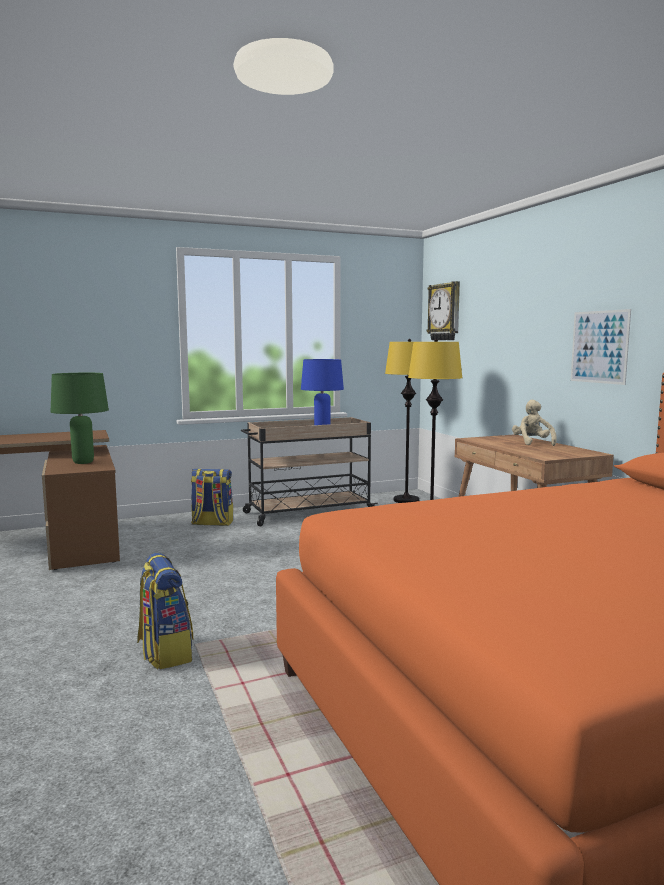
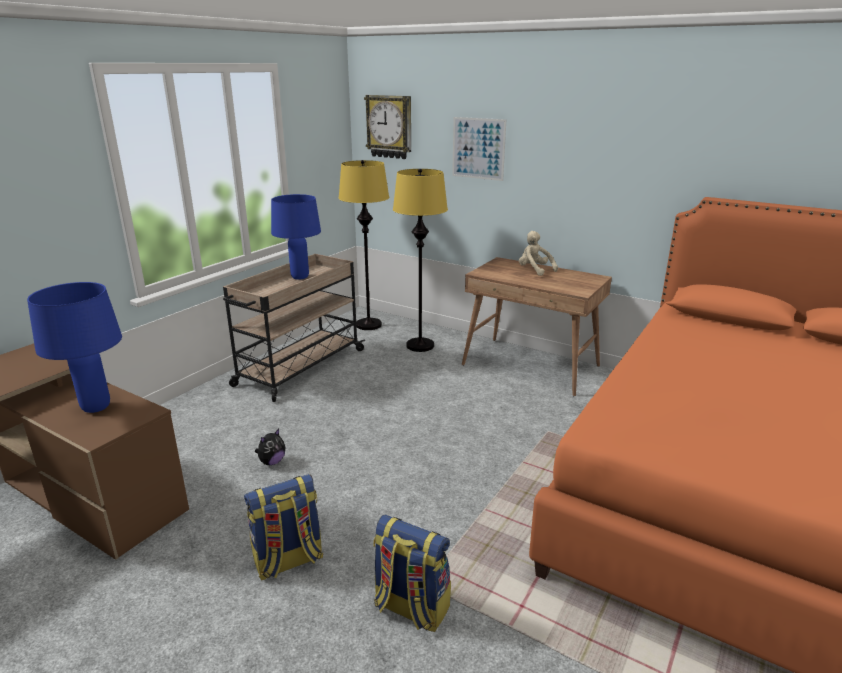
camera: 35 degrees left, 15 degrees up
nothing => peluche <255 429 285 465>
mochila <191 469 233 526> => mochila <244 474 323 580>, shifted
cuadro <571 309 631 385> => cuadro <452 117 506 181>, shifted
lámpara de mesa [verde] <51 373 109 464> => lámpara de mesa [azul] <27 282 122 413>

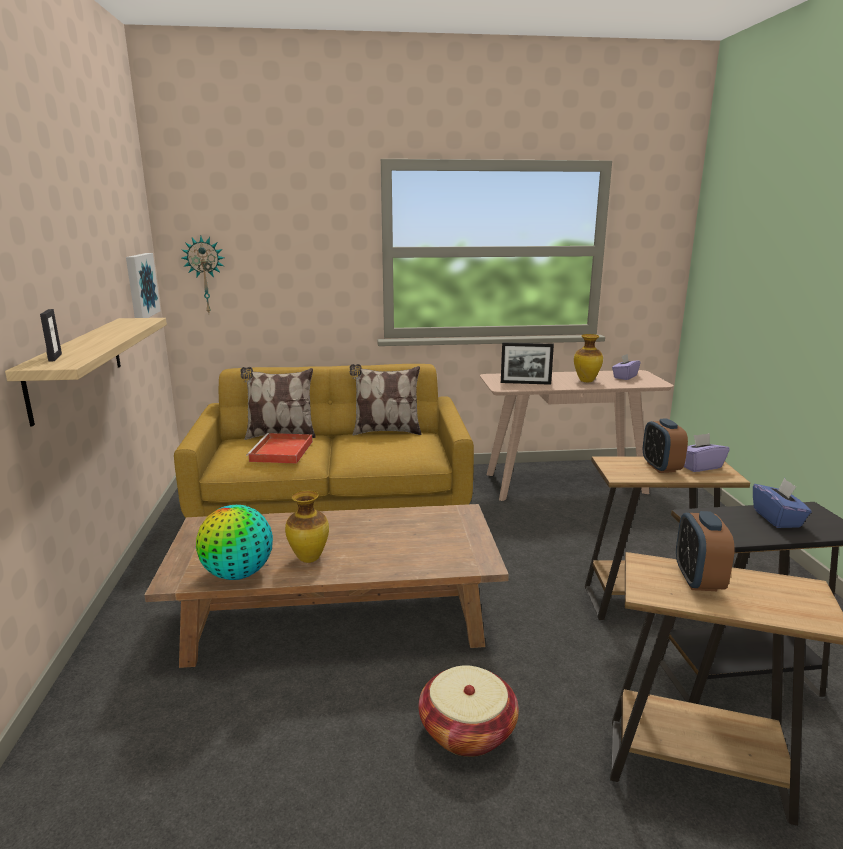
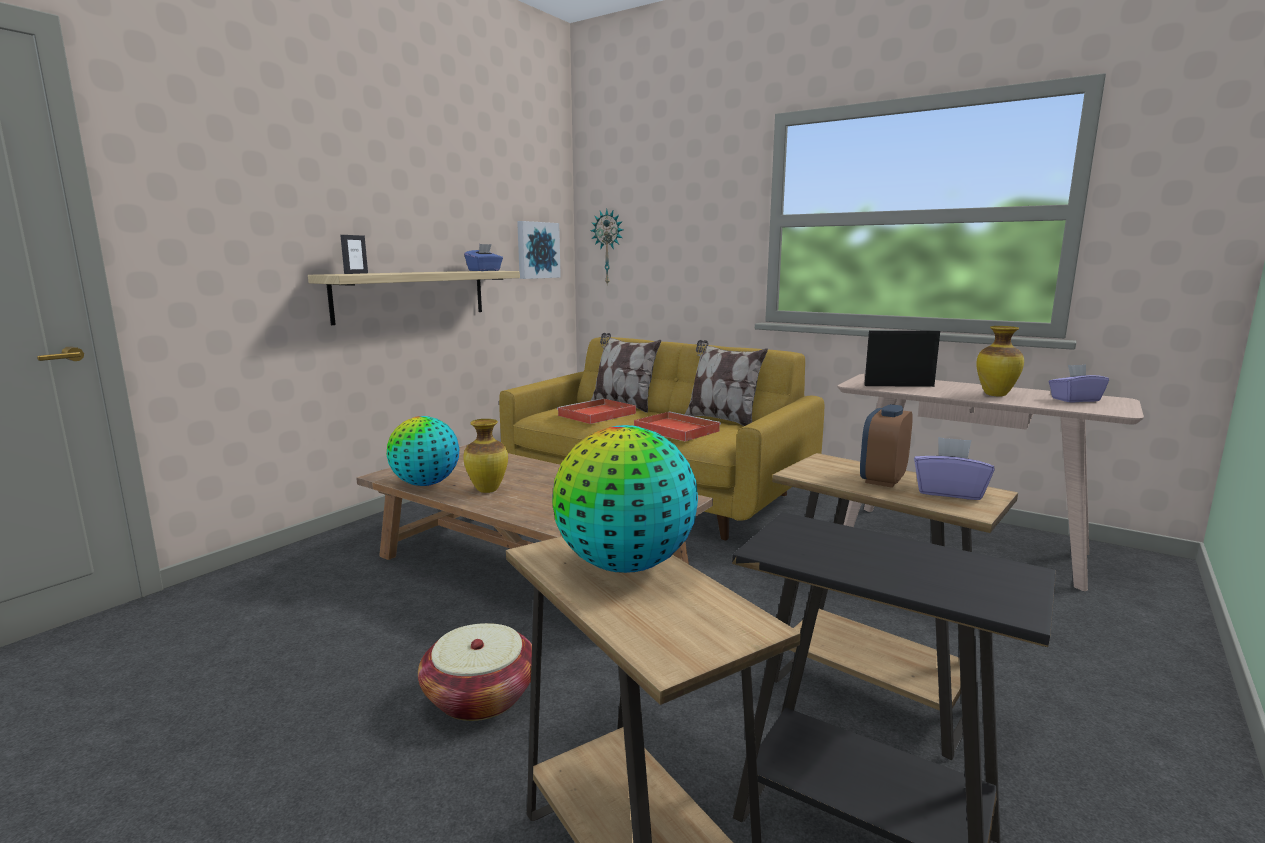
camera: 40 degrees right, 5 degrees down
nothing => bandeja [rojo] <634 411 721 442>
caja de pañuelos [azul] <753 478 812 528> => caja de pañuelos [azul] <464 244 503 271>, shifted
despertador <676 511 735 591> => globo terráqueo <552 425 698 573>
portarretratos <501 342 554 385> => portarretratos <864 330 940 387>, 135 degrees clockwise

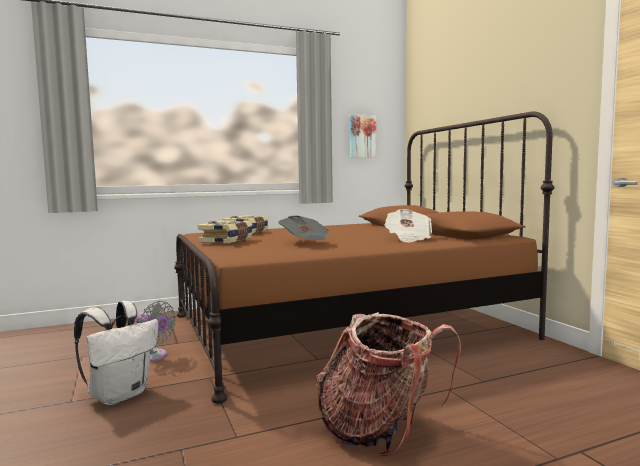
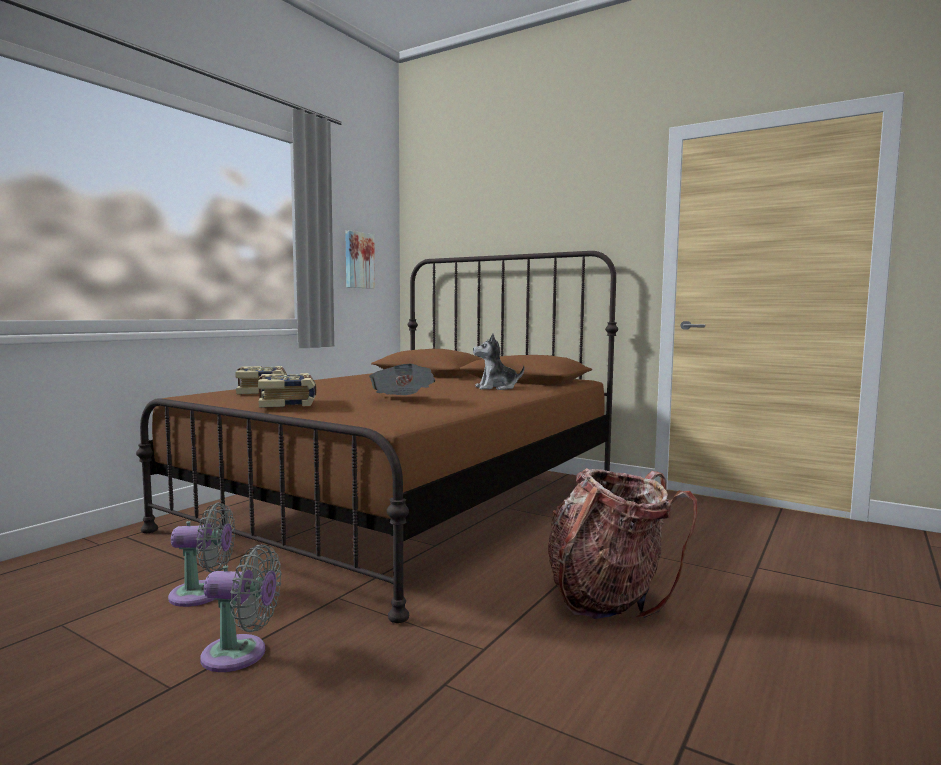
camera: 35 degrees left, 0 degrees up
mochila [blanco] <74 301 158 405> => ventilador [gris] <200 545 282 672>
periódico <384 209 432 242> => peluche <473 333 524 390>

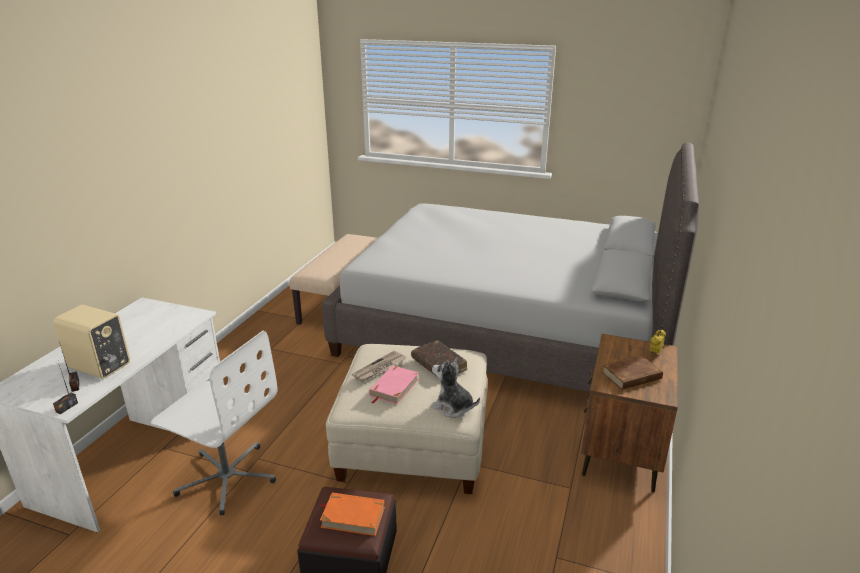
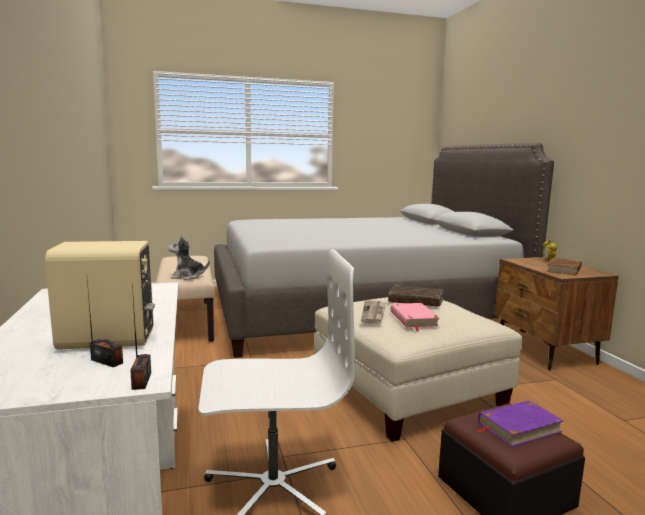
camera: 35 degrees left, 15 degrees down
peluche <430 357 480 418> => peluche <168 236 210 280>, shifted
libro [naranja] <320 493 385 536> => libro [morado] <475 400 564 447>

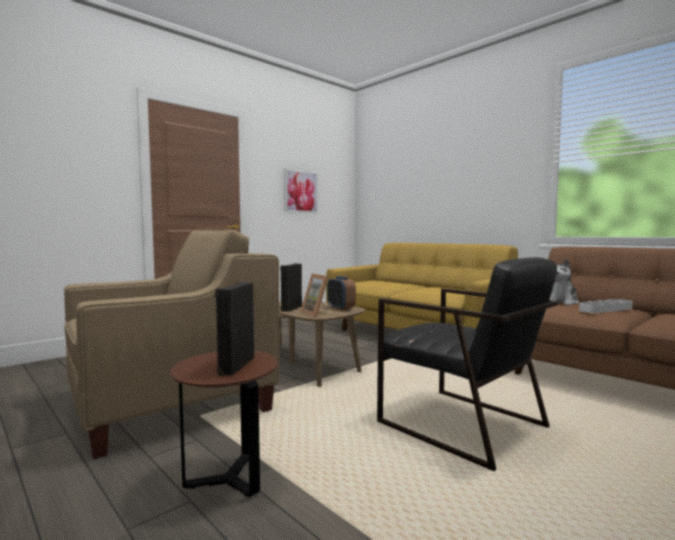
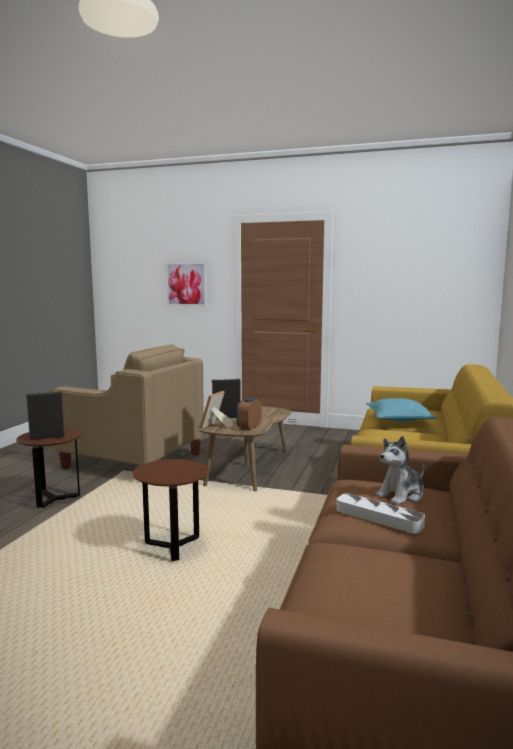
camera: 60 degrees right, 5 degrees up
nothing => cojín [turquesa] <367 398 437 421>
cuadro <284 169 318 213> => cuadro <166 262 207 306>, shifted
sillón [negro] <377 257 559 471> => mesa auxiliar [marrón] <133 459 209 561>
peluche <549 259 579 306> => peluche <376 436 424 505>, 45 degrees counterclockwise

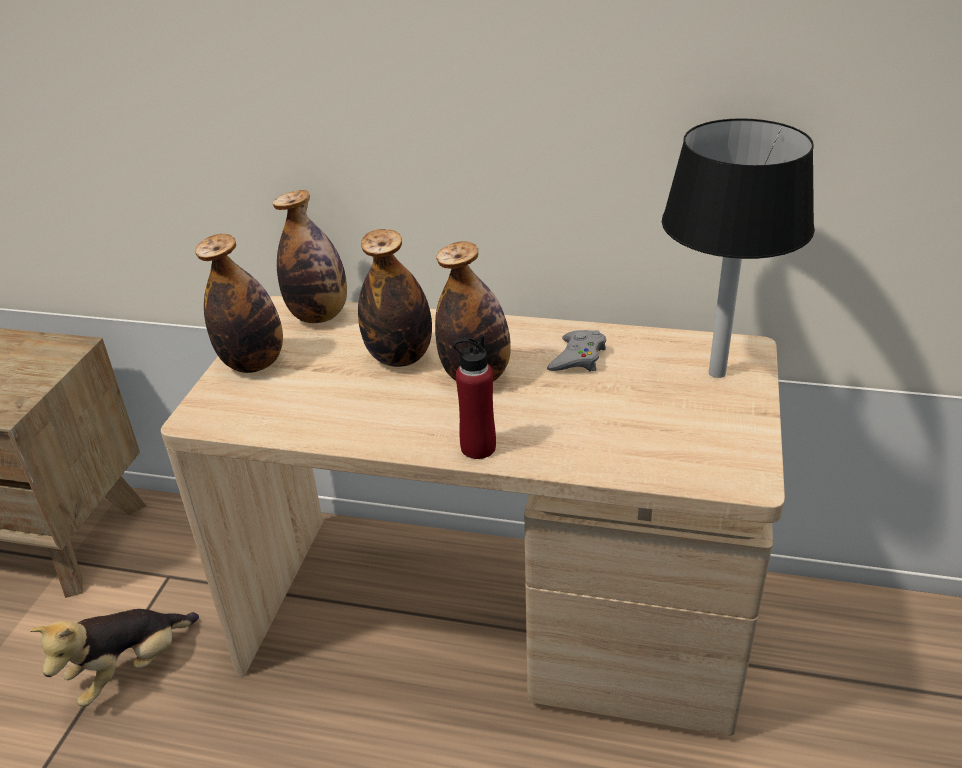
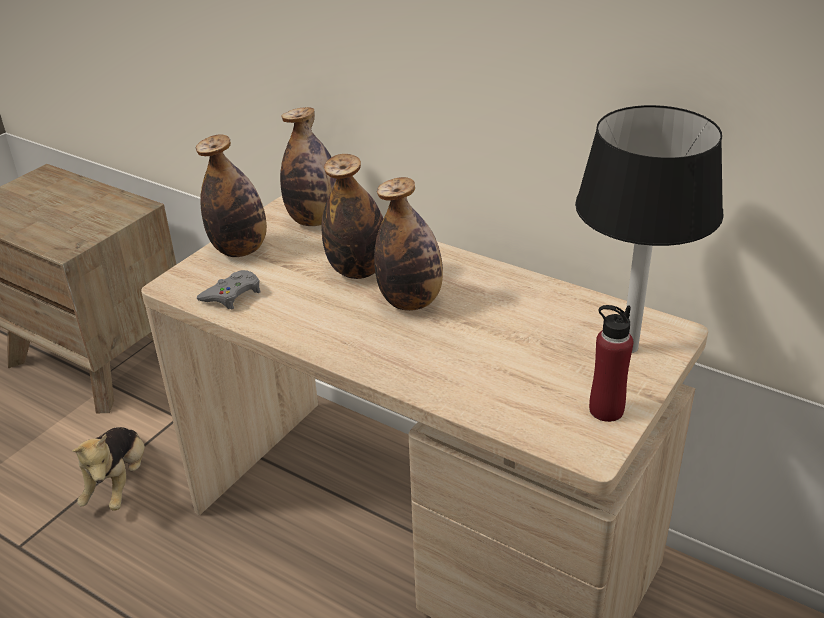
camera: 20 degrees right, 0 degrees up
botella [rojo] <453 334 496 459> => botella [rojo] <589 305 633 422>, shifted
mando de consola [gris] <547 330 606 371> => mando de consola [gris] <197 270 260 309>, shifted
peluche <30 609 199 707> => peluche <72 427 145 511>, 60 degrees counterclockwise

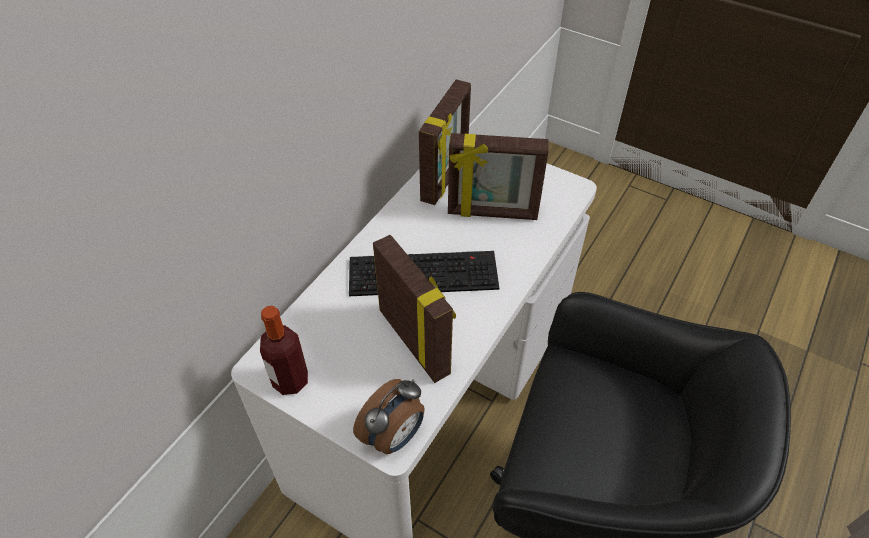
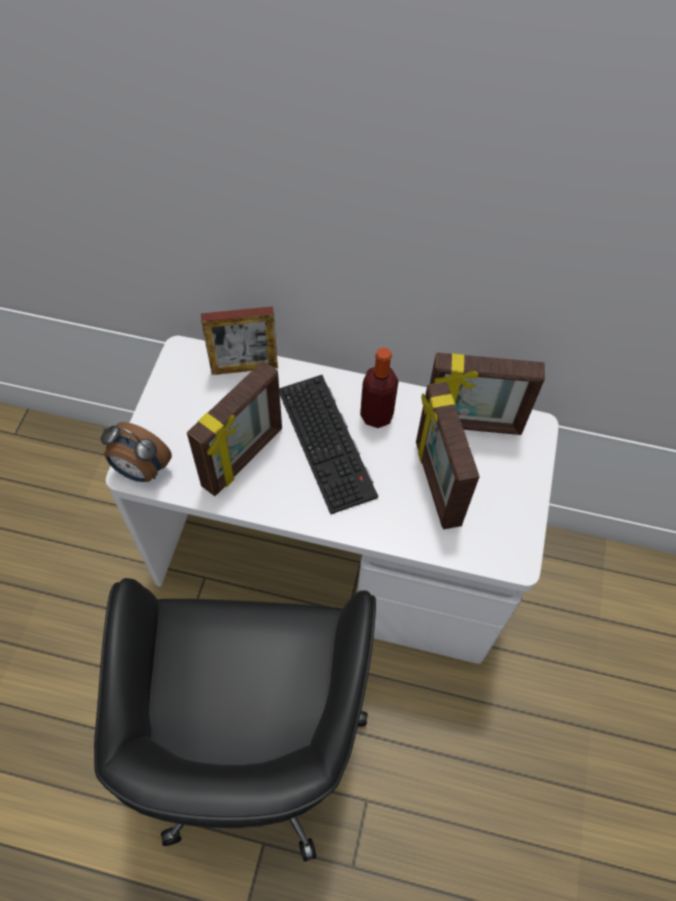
camera: 70 degrees right, 10 degrees up
nothing => portarretratos <201 306 278 375>
botella <260 306 308 395> => botella <360 347 399 428>, shifted

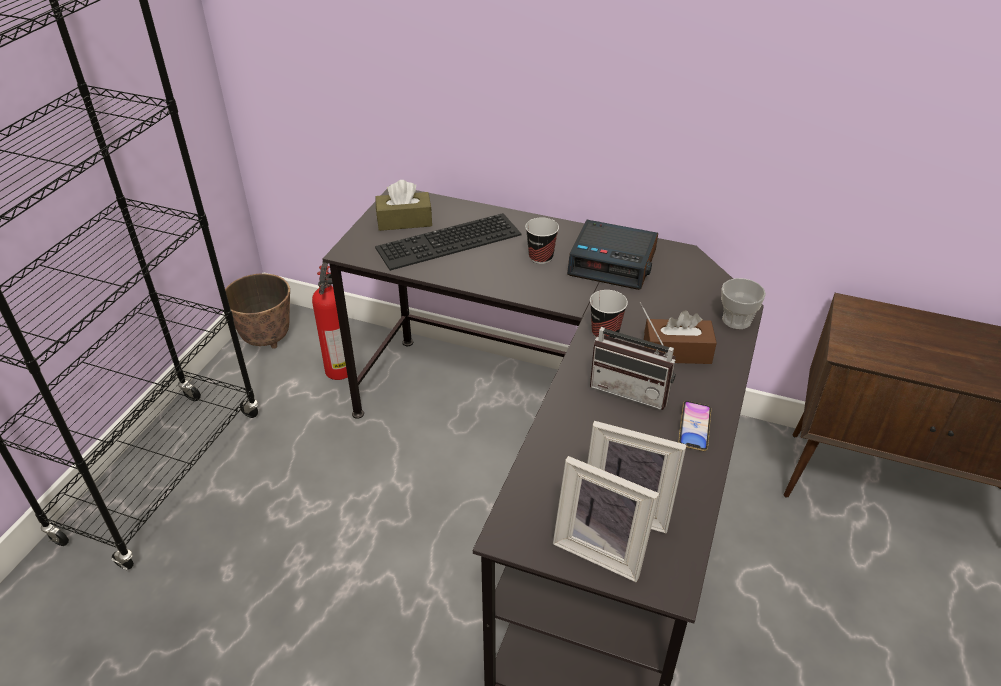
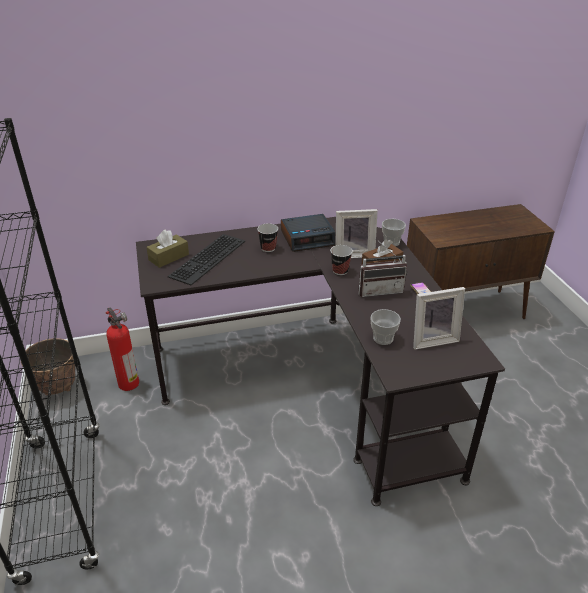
camera: 35 degrees left, 5 degrees down
nothing => taza <370 309 401 345>
portarretratos <553 456 659 582> => portarretratos <335 209 378 258>, shifted

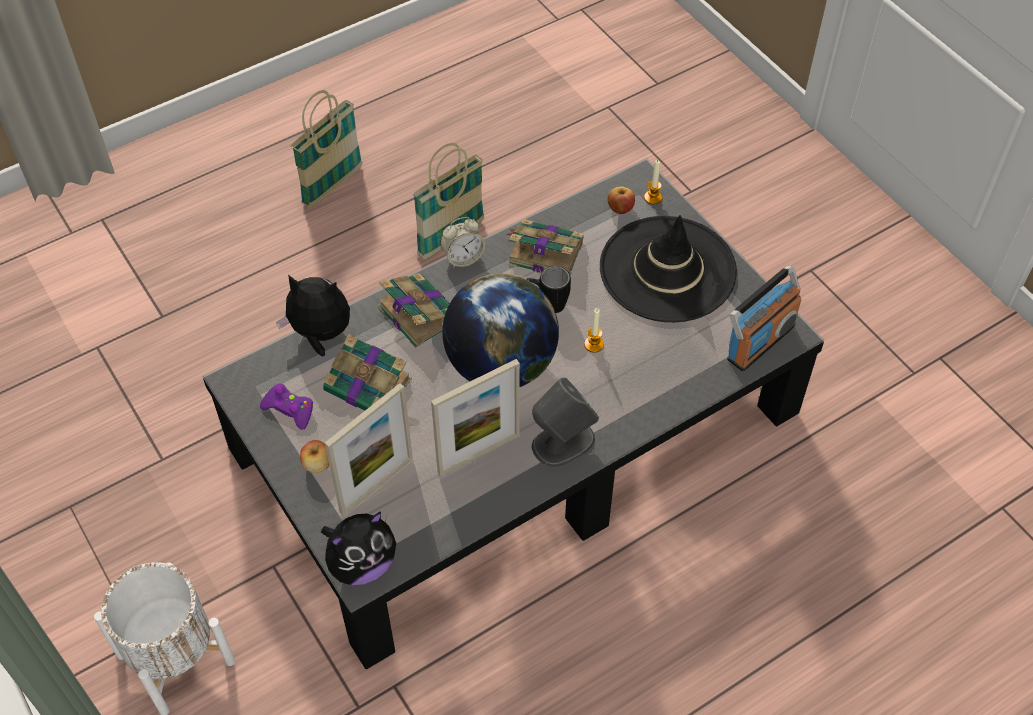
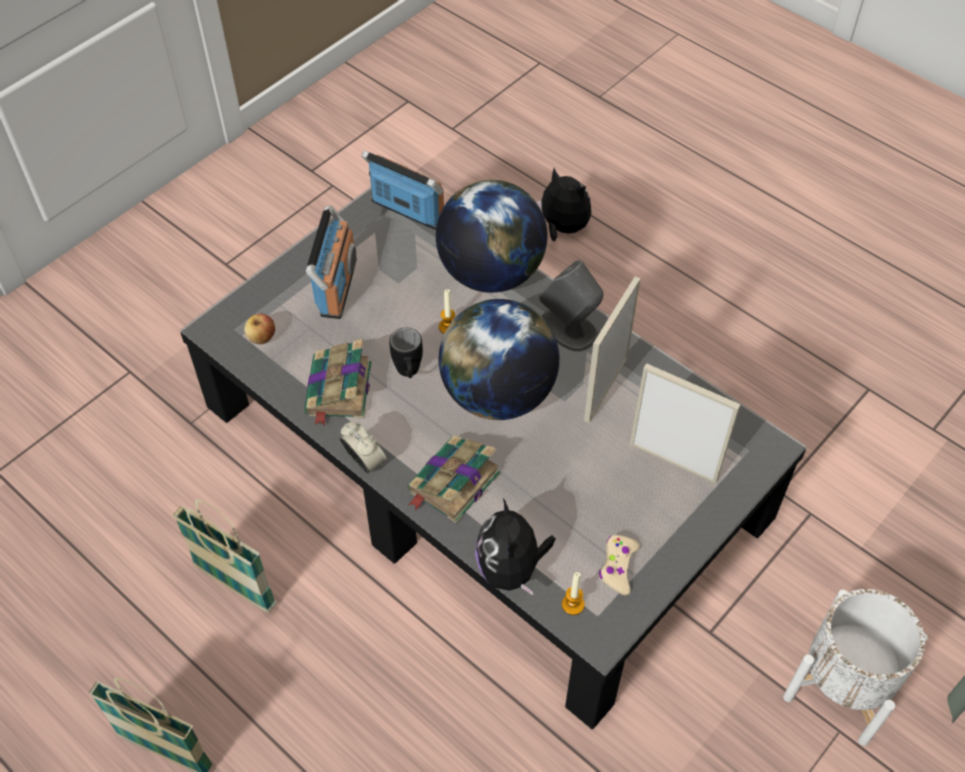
camera: 105 degrees left, 0 degrees up
manzana <300 440 329 473> => nothing
libro <323 334 412 411> => nothing
nothing => globo terráqueo <436 180 547 293>
peluche <321 512 396 585> => peluche <536 168 591 241>, shifted
vela <644 160 662 204> => vela <562 572 585 615>, shifted
sombrero [negro] <600 215 737 322> => radio <306 205 357 319>
mando de consola [morado] <260 384 313 430> => mando de consola [beis] <599 535 640 595>
portarretratos <431 359 520 477> => portarretratos <584 277 640 423>, 105 degrees counterclockwise

